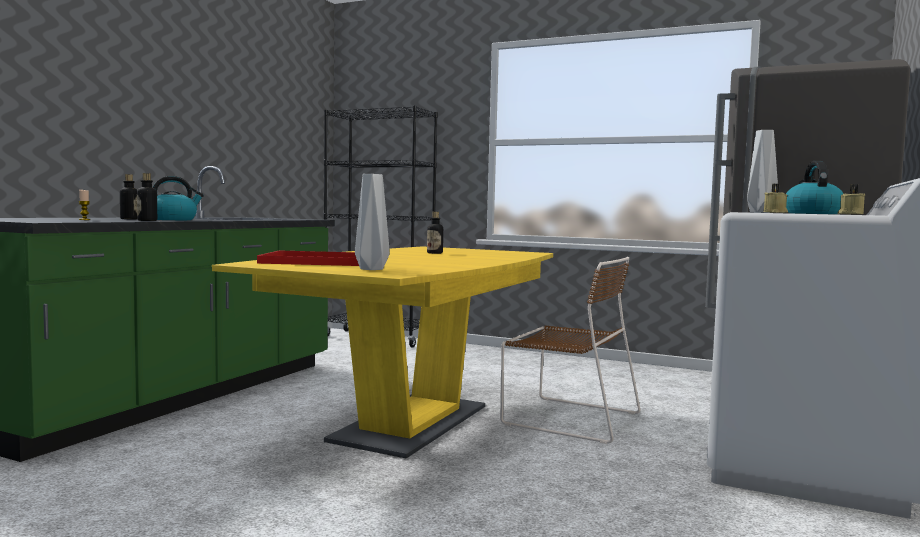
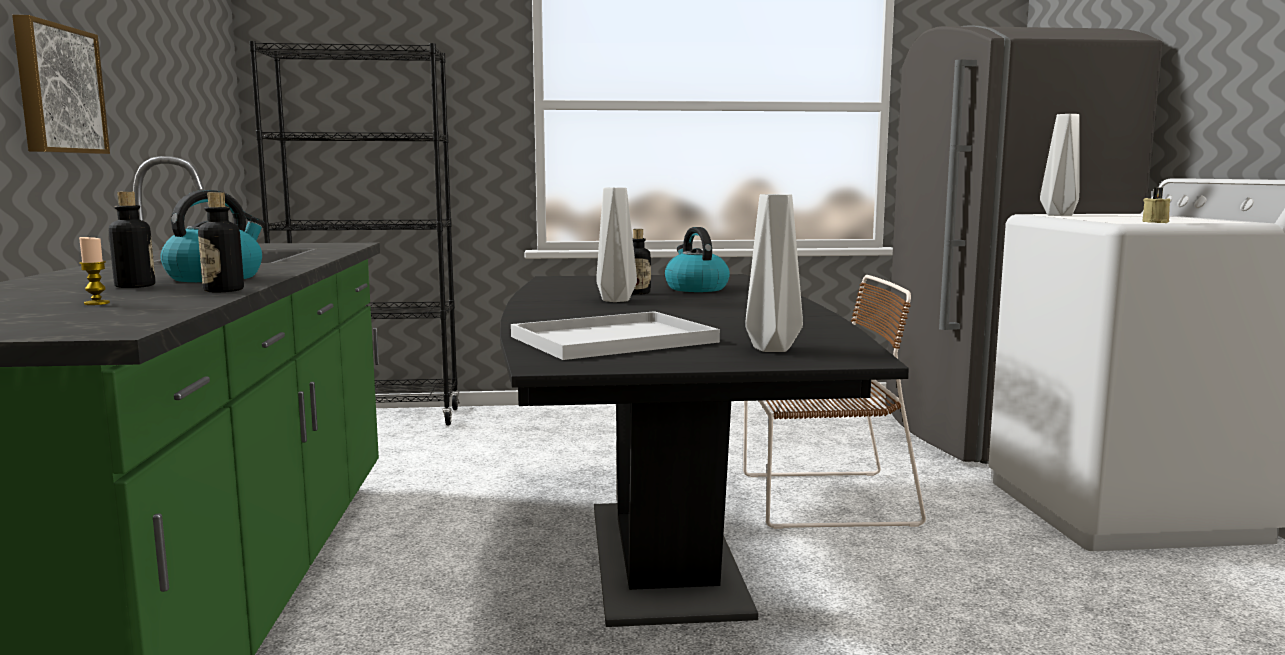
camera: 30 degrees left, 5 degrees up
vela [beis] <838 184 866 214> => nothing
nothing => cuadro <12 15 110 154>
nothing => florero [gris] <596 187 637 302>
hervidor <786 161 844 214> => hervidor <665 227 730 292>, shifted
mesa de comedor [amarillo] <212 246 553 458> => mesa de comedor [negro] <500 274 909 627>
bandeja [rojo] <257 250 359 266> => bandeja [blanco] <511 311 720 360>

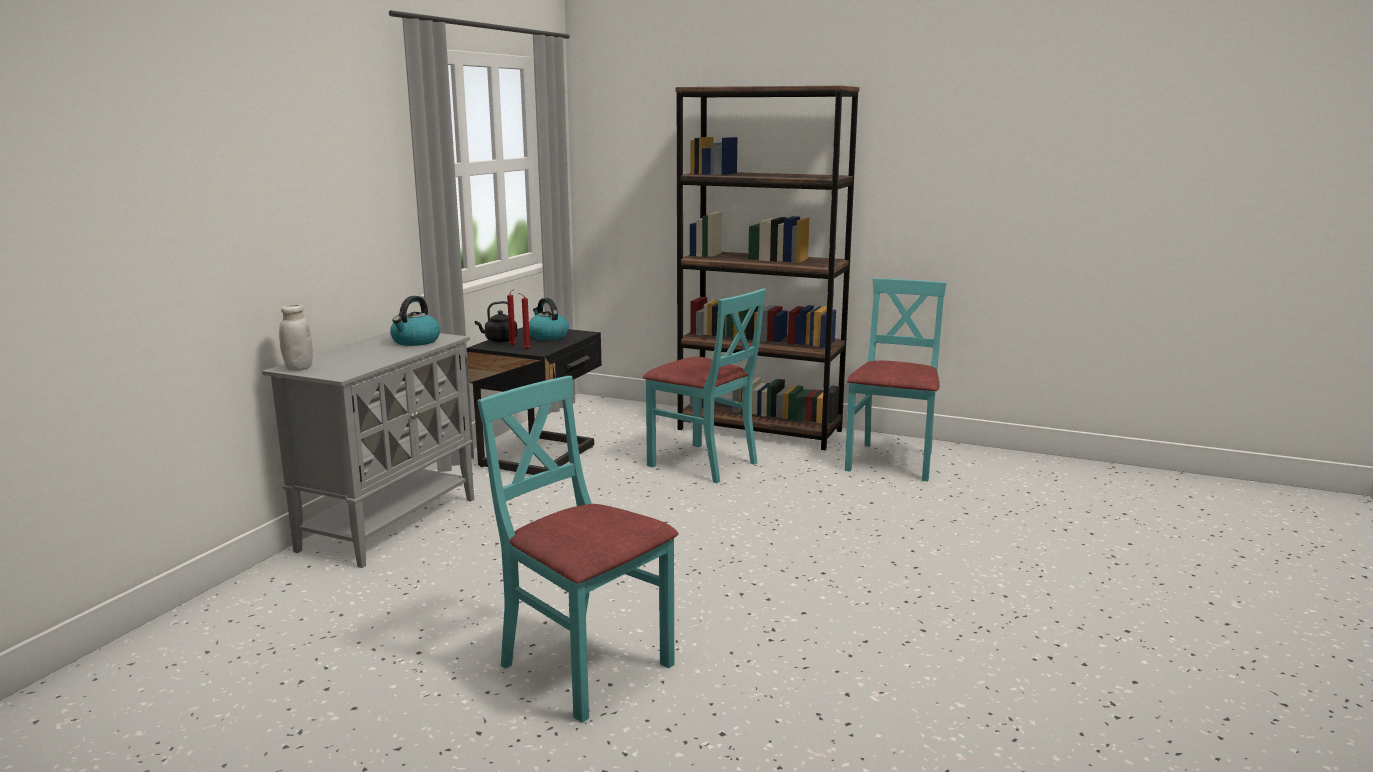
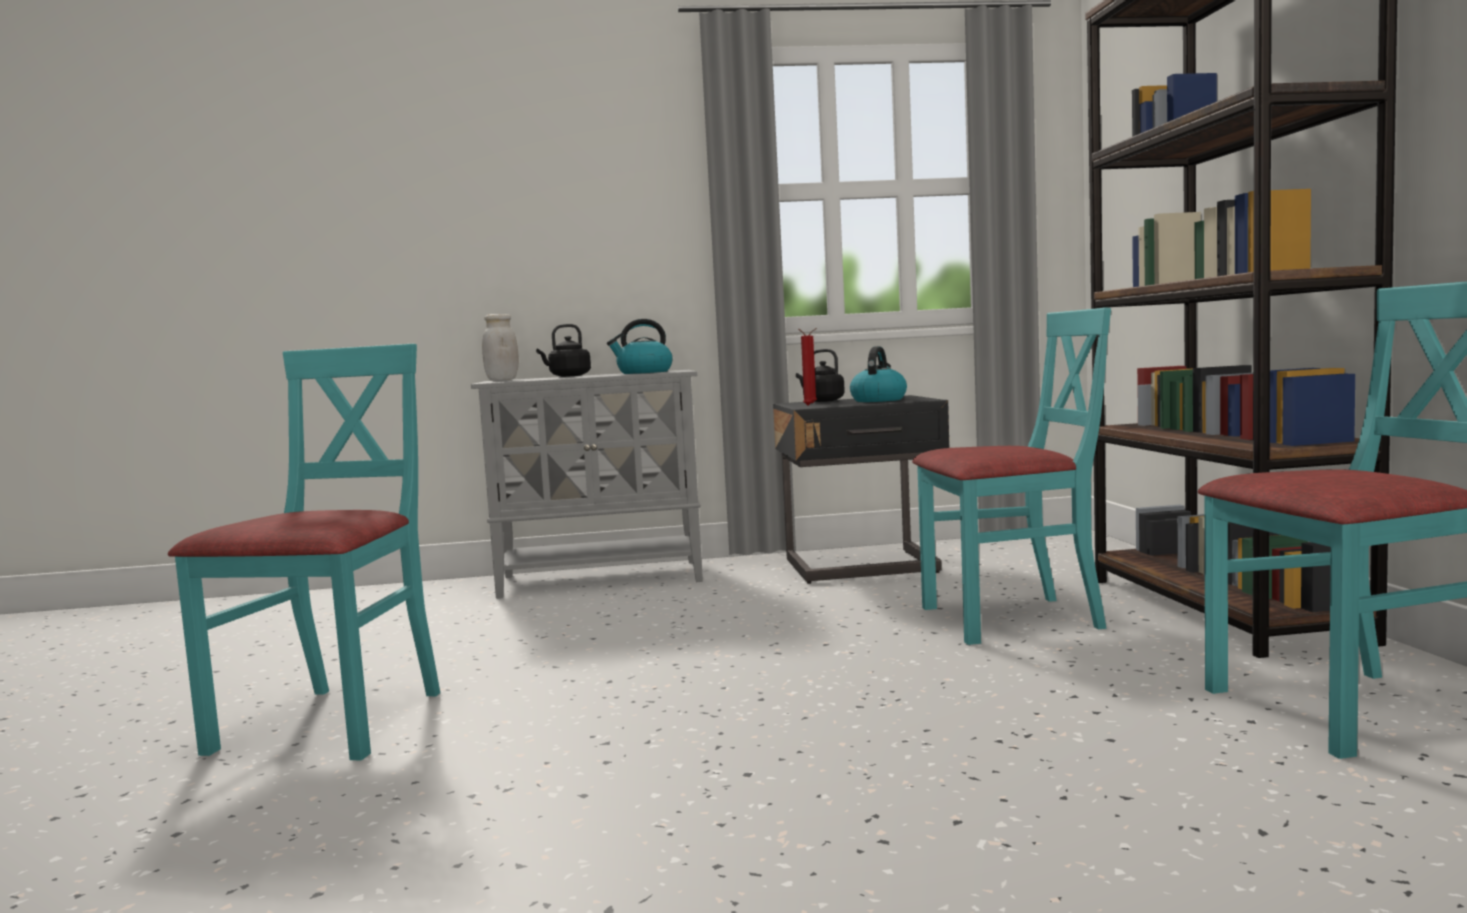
camera: 60 degrees right, 10 degrees down
nothing => hervidor [negro] <536 324 591 377>
silla [turquesa] <643 288 766 483> => silla [turquesa] <912 307 1111 645>, 105 degrees counterclockwise

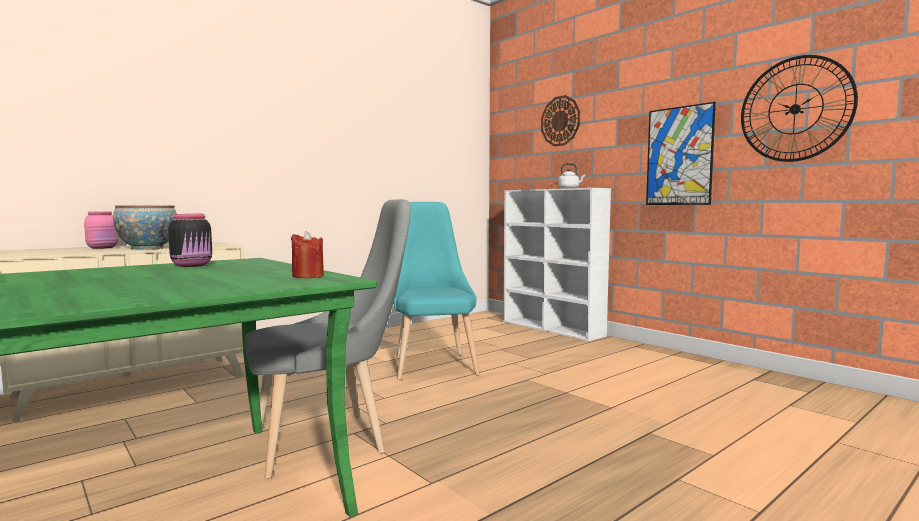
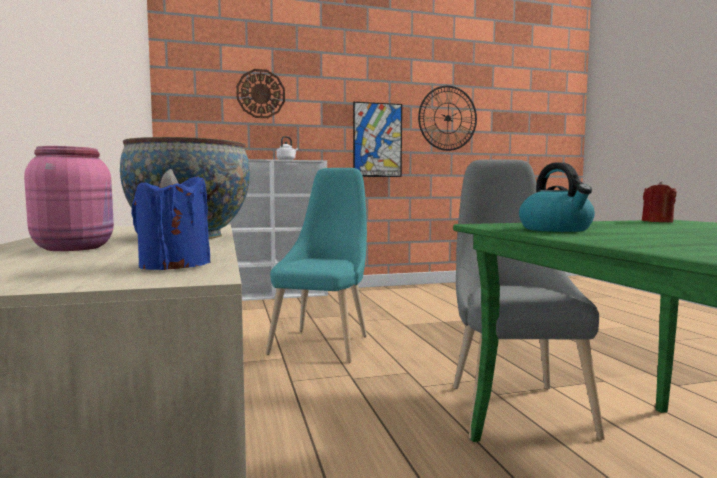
camera: 65 degrees left, 0 degrees up
nothing => vela [azul] <131 169 211 270>
tarro [negro] <168 214 212 267> => hervidor <519 162 595 232>
silla [turquesa] <394 202 479 380> => silla [turquesa] <265 168 367 363>, 90 degrees clockwise

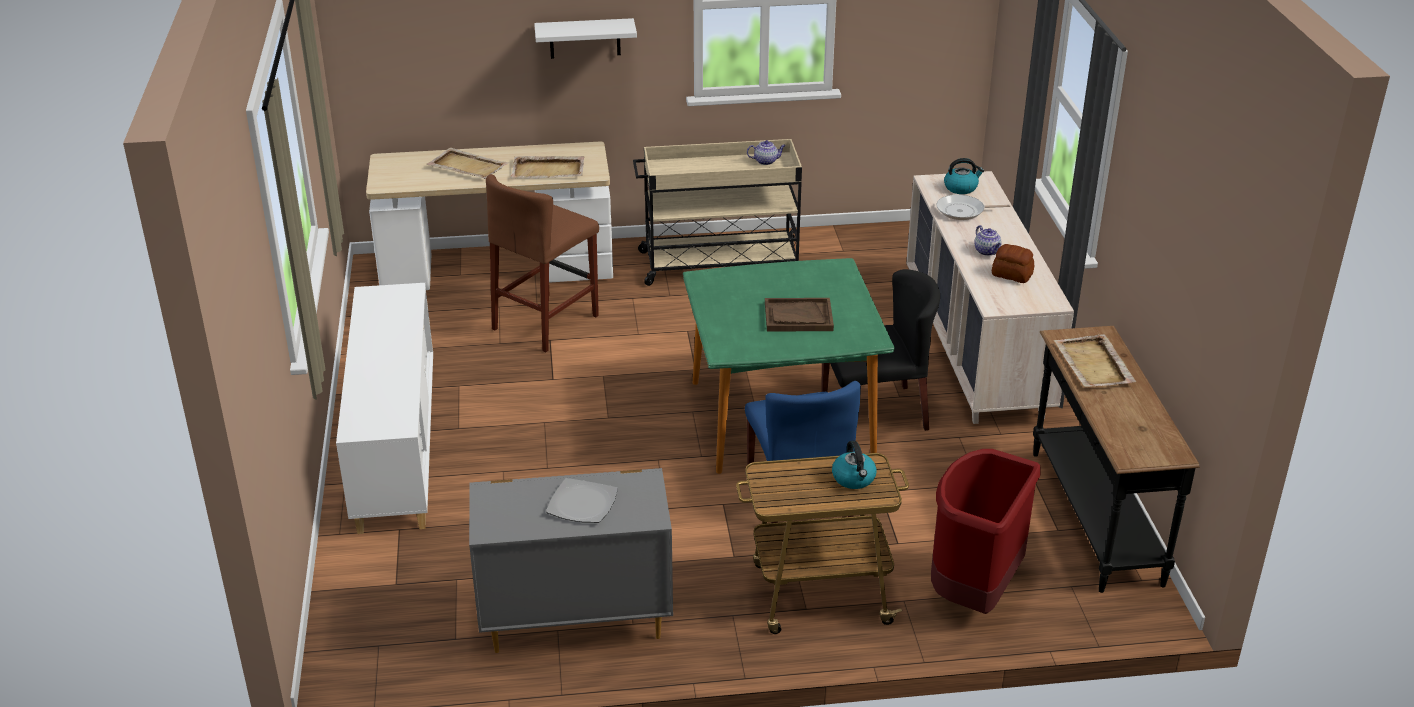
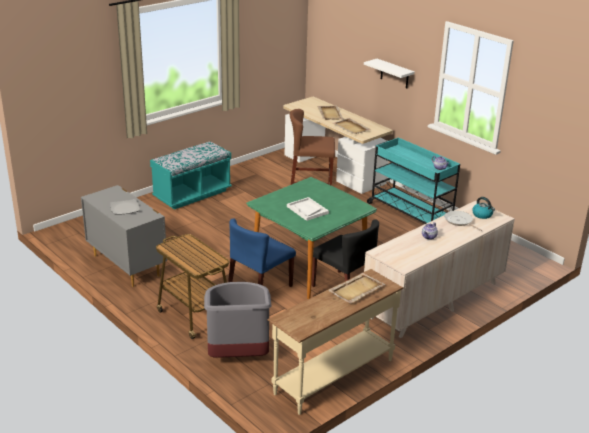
camera: 55 degrees right, 5 degrees down
hervidor <832 440 877 489> => nothing
pan <992 244 1034 283> => nothing
armario [blanco] <336 283 433 534> => banco [turquesa] <150 141 232 210>
carrito [beis] <633 139 802 286> => carrito [turquesa] <367 137 460 224>
bandeja [marrón] <765 298 834 332> => bandeja [blanco] <287 197 329 221>
papelera [rojo] <931 449 1041 614> => papelera [gris] <204 282 271 358>
mesa consola [negro] <1033 326 1200 593> => mesa consola [beis] <267 269 404 415>

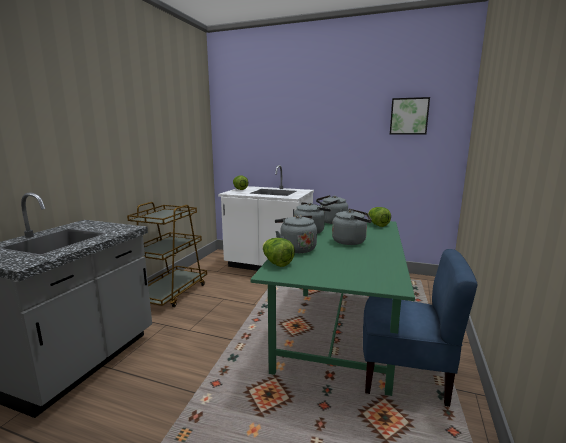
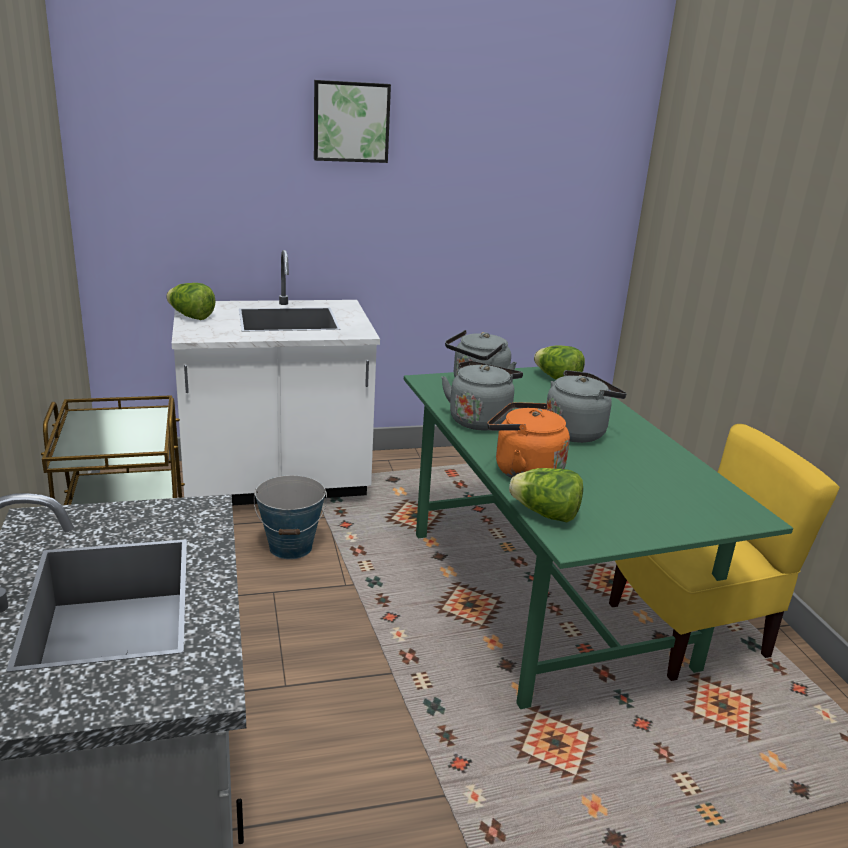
camera: 35 degrees left, 10 degrees up
nothing => cubo <254 475 327 559>
cuadro <390 97 430 134> => cuadro <314 80 391 163>, shifted
hervidor [gris] <275 215 317 253> => hervidor [naranja] <487 402 570 478>
silla [azul] <363 249 478 407> => silla [amarillo] <609 424 840 681>

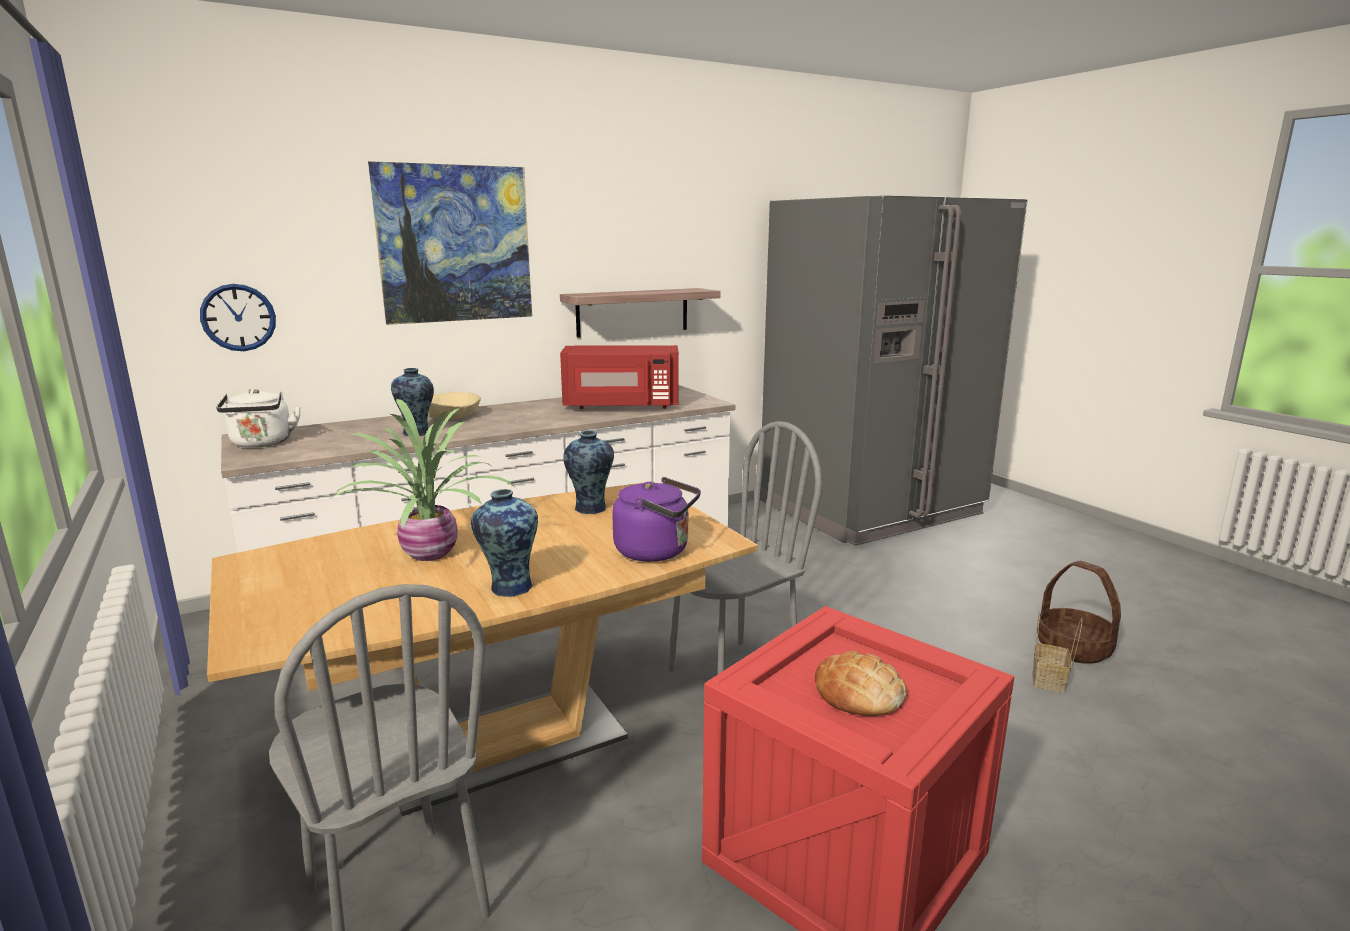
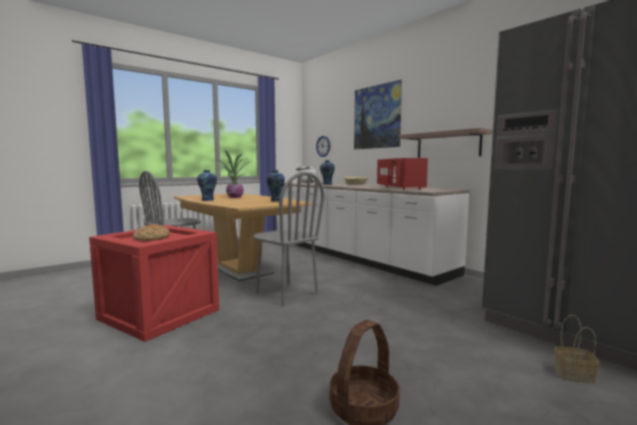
camera: 80 degrees right, 10 degrees down
hervidor [morado] <612 477 701 562> => nothing
cesta <1032 611 1082 693> => cesta <554 315 600 383>, shifted

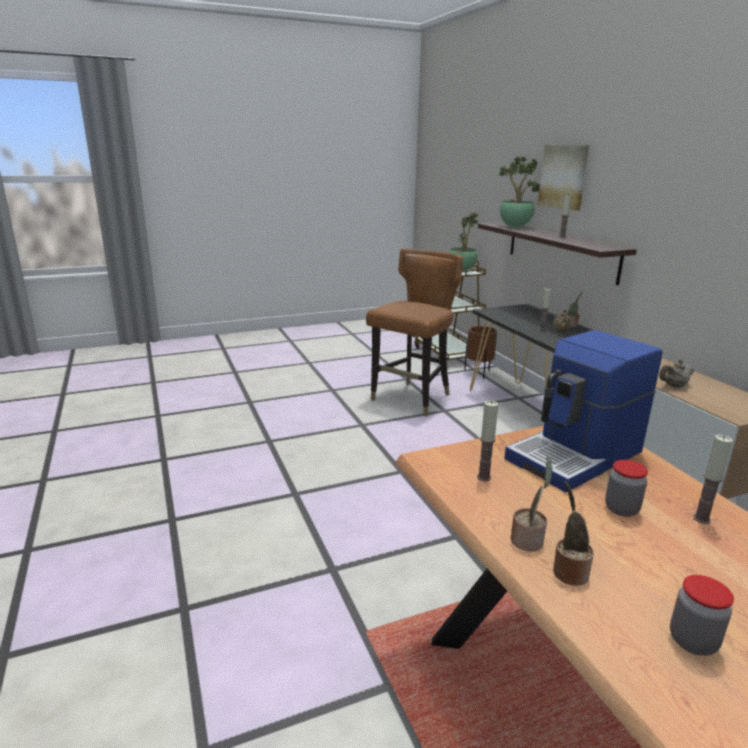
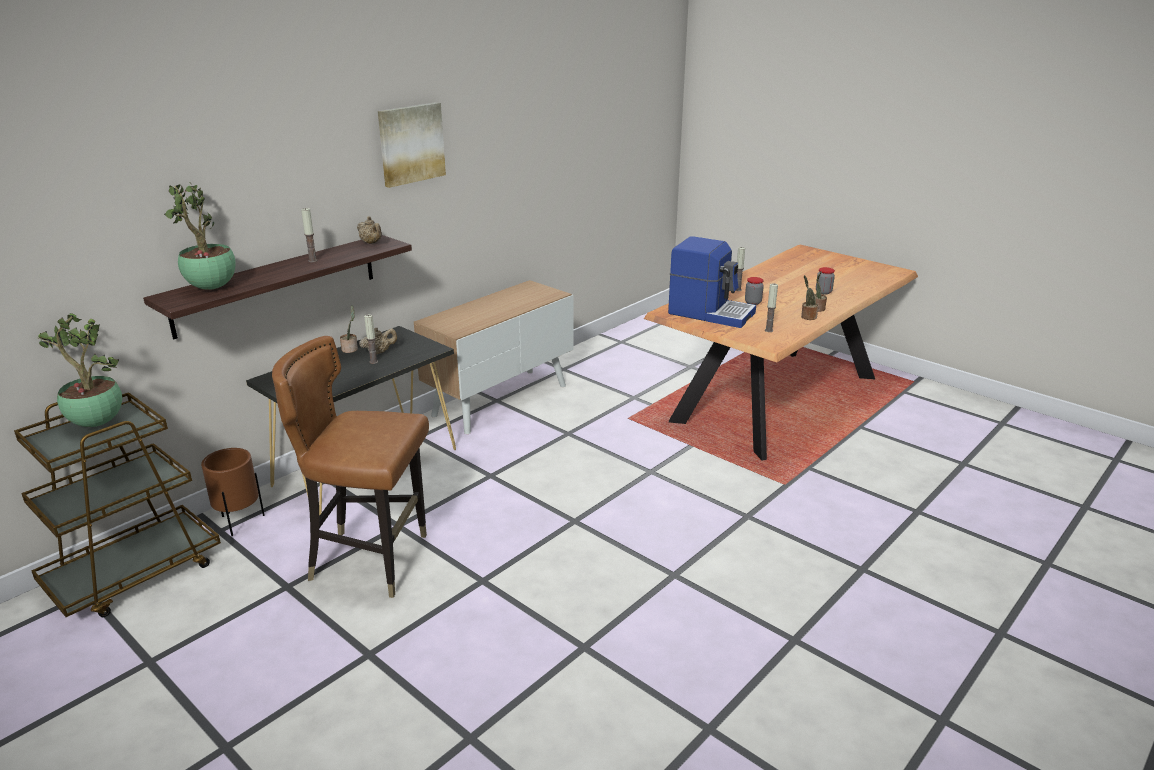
camera: 115 degrees left, 5 degrees up
cuadro <538 145 589 211> => cuadro <378 102 446 188>, shifted
tetera [beis] <659 359 694 388> => tetera [beis] <357 216 382 244>, shifted

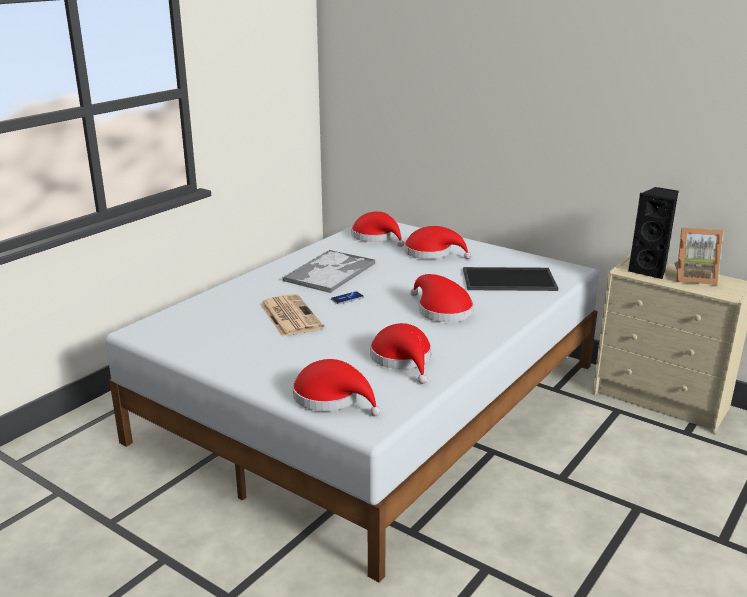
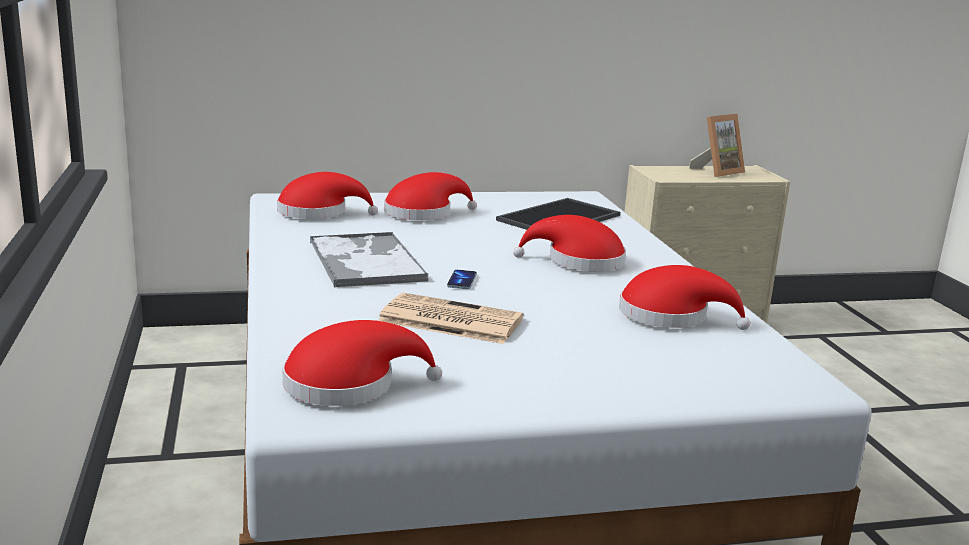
camera: 50 degrees left, 5 degrees down
altavoz [negro] <628 187 678 279> => nothing
sombrero [rojo] <293 359 381 416> => sombrero [rojo] <282 320 442 406>, shifted

